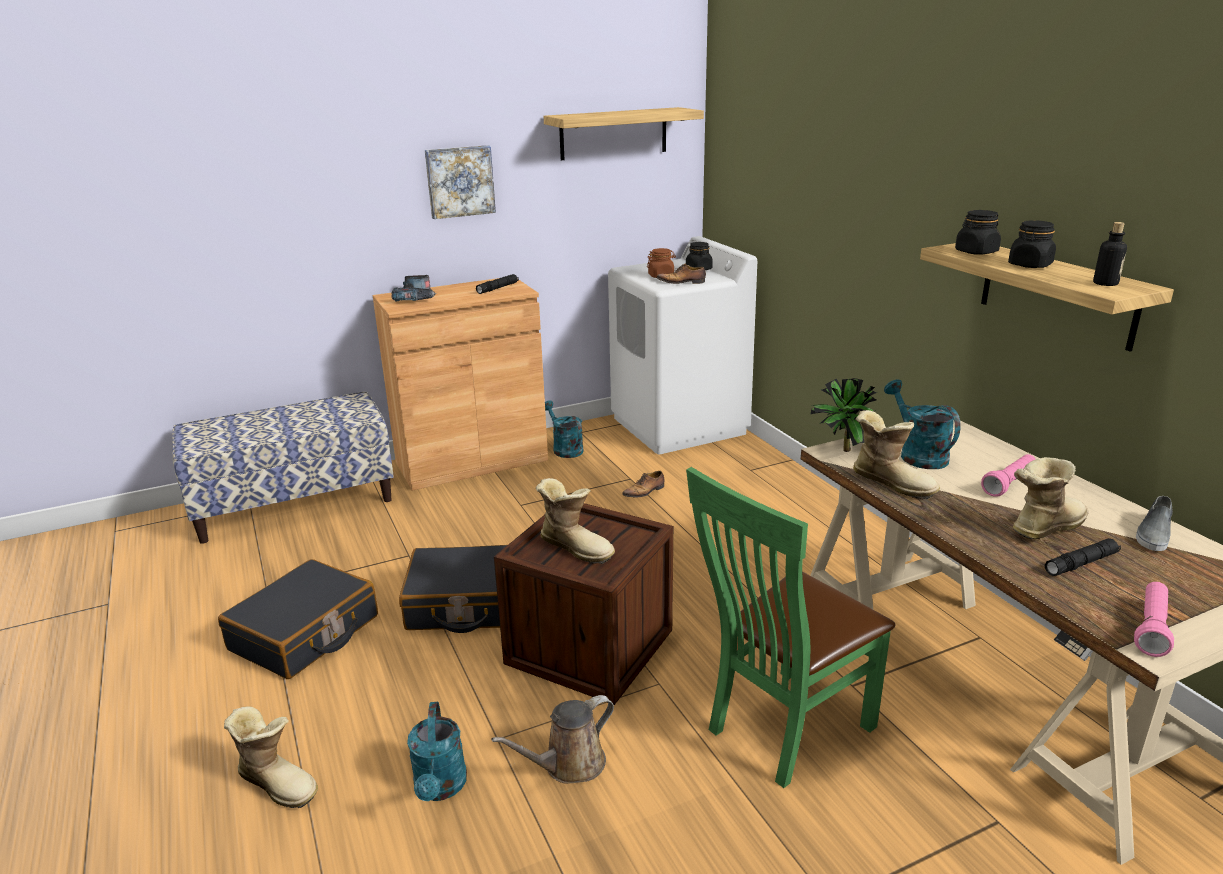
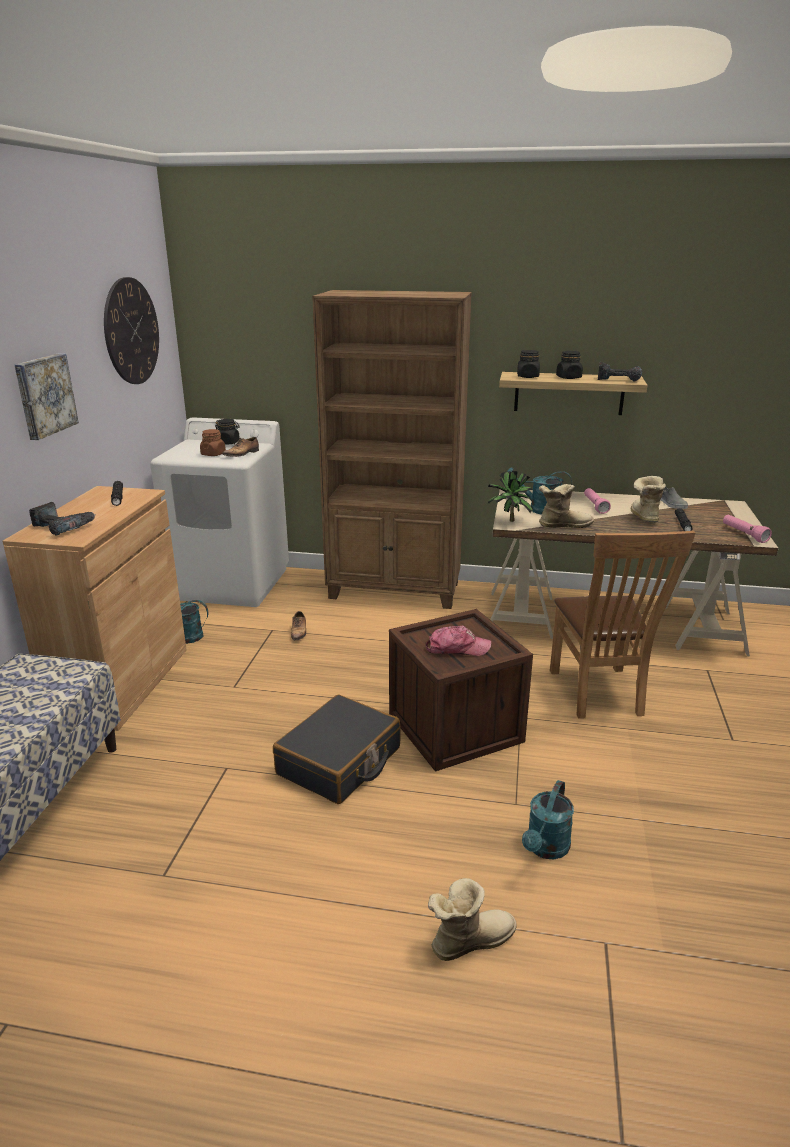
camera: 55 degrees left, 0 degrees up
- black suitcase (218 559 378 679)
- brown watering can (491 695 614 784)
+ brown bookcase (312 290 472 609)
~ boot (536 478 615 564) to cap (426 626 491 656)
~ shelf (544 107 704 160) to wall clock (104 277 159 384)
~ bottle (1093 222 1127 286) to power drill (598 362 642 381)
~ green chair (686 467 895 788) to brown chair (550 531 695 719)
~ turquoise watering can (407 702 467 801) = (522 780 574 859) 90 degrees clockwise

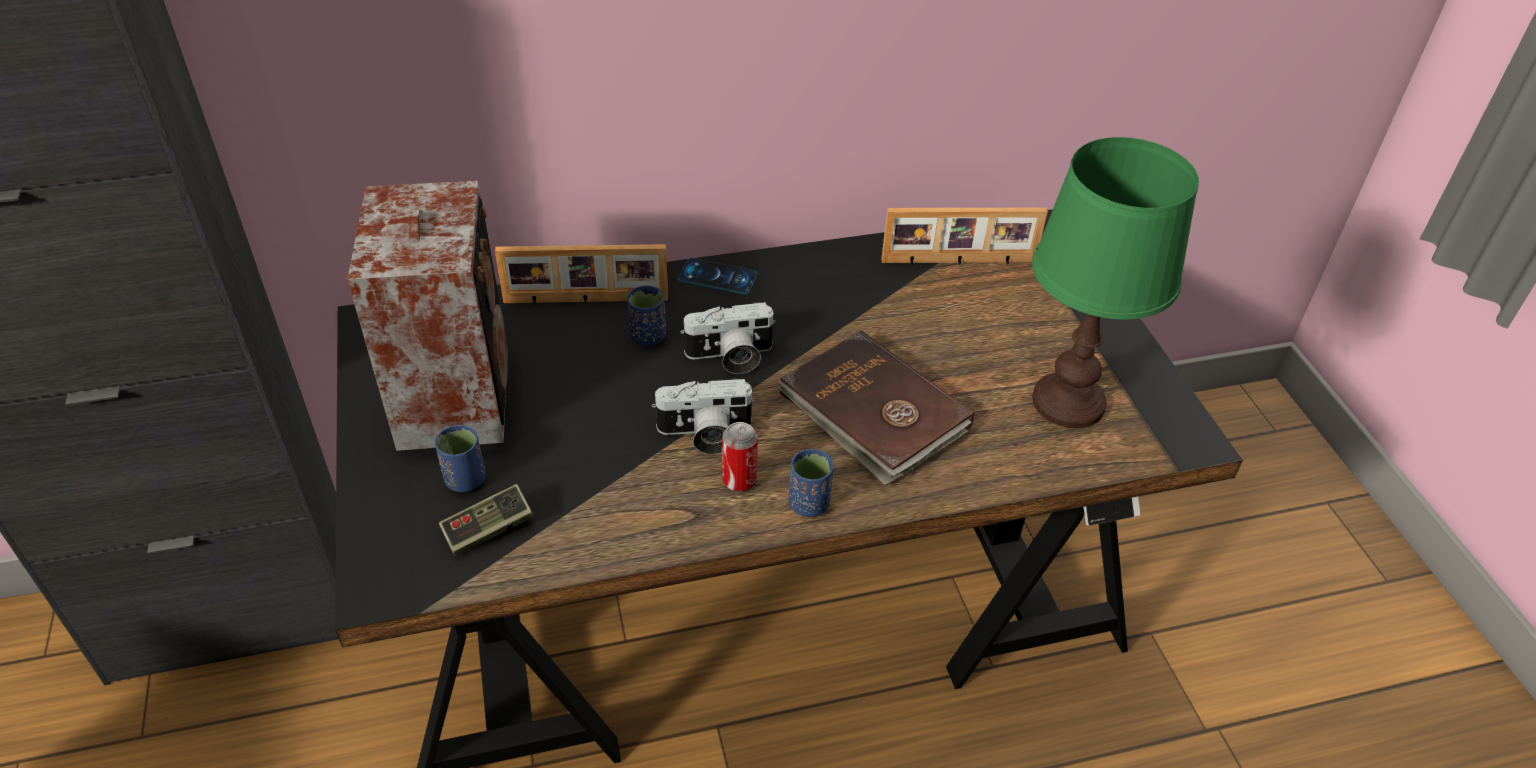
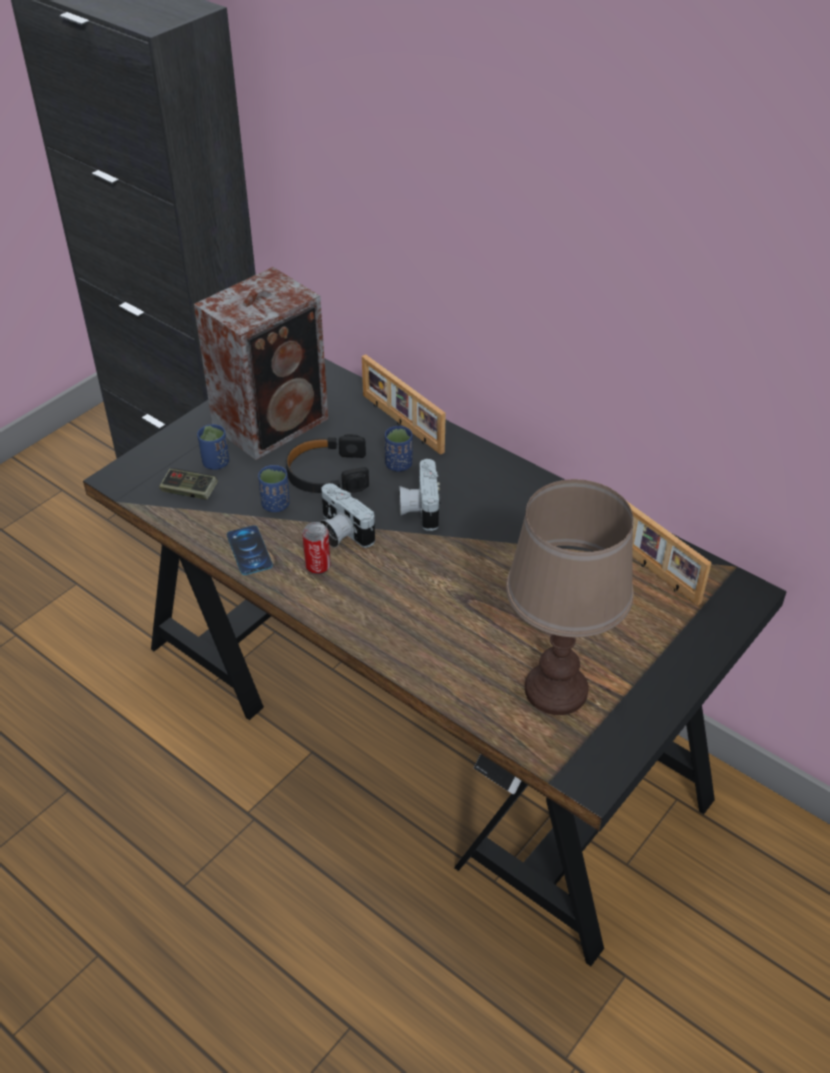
camera: 55 degrees right, 0 degrees up
- brown book (777 330 974 485)
+ black headphones (286 434 369 493)
~ phone (678 258 757 294) to (227 525 273 575)
~ blue cup (789 449 834 517) to (258 465 289 512)
~ green table lamp (1032 137 1199 428) to brown table lamp (506 479 633 715)
~ photo camera (680 302 776 374) = (399 459 441 531) 45 degrees clockwise

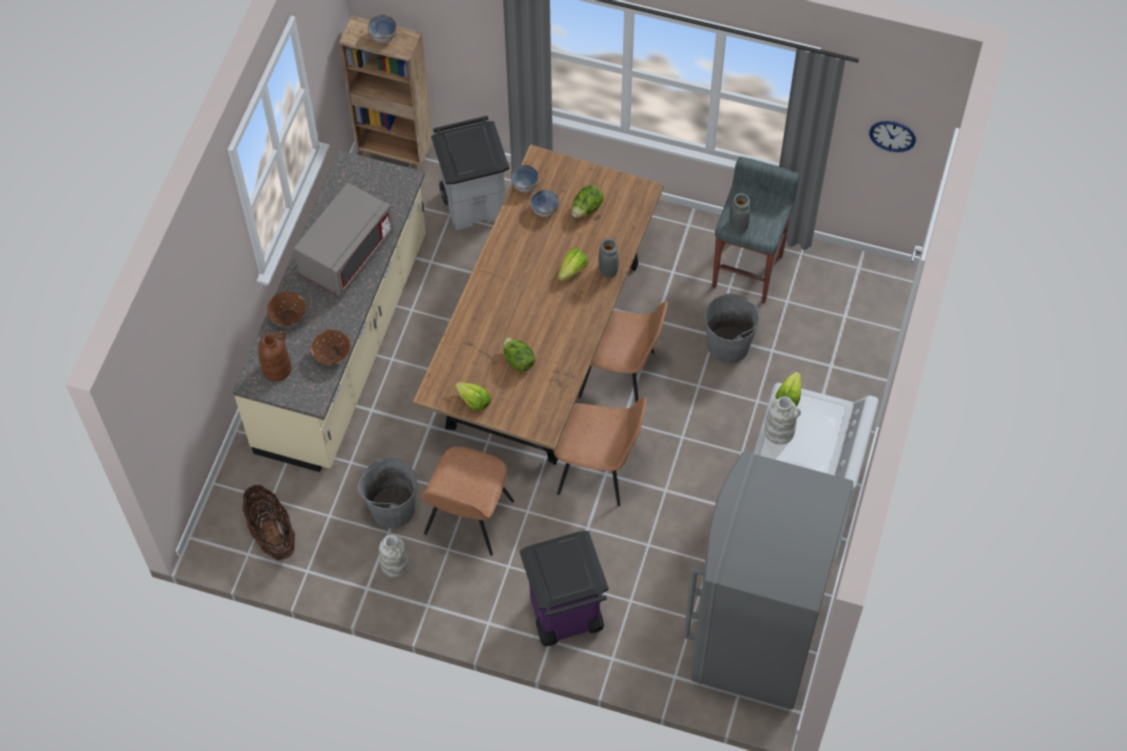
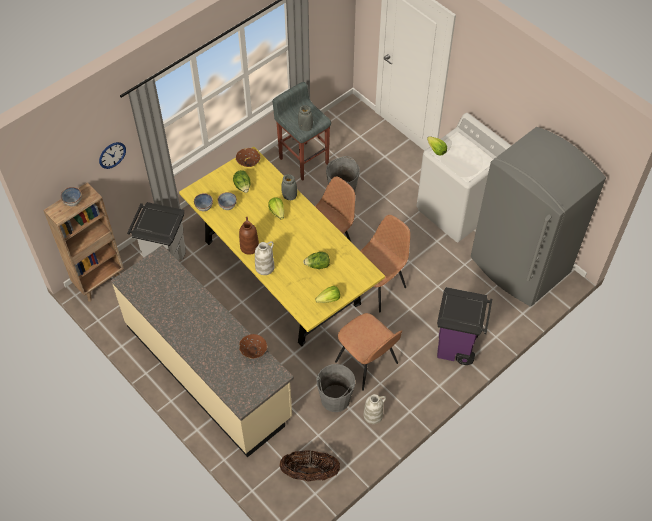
camera: 60 degrees left, 5 degrees down
- grey microwave (294 183 394 297)
~ brown vase (258 331 292 381) to (239 217 259 255)
~ brown bowl (267 292 306 326) to (236 148 260 167)
~ white vase (764 396 801 445) to (255 241 275 275)
~ wall clock (869 121 916 152) to (99 142 126 169)
~ brown dining table (413 145 664 465) to yellow dining table (179 147 385 347)

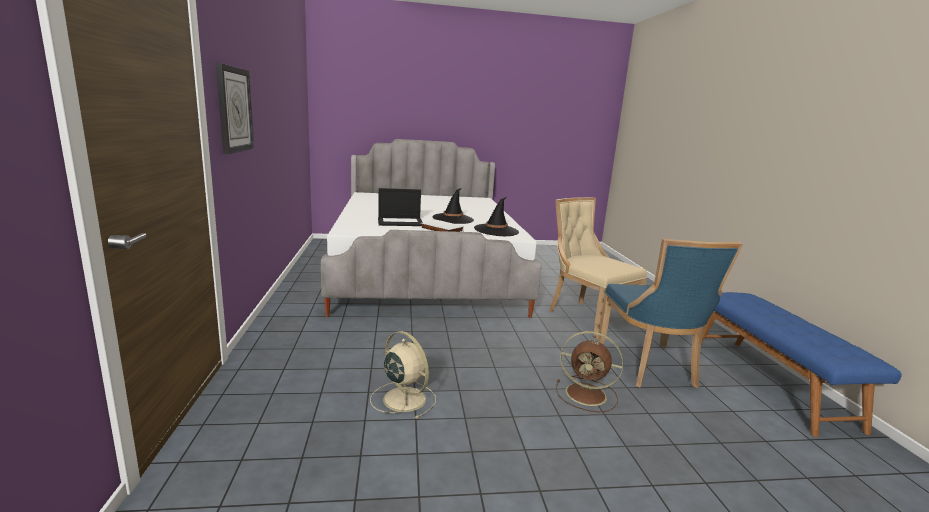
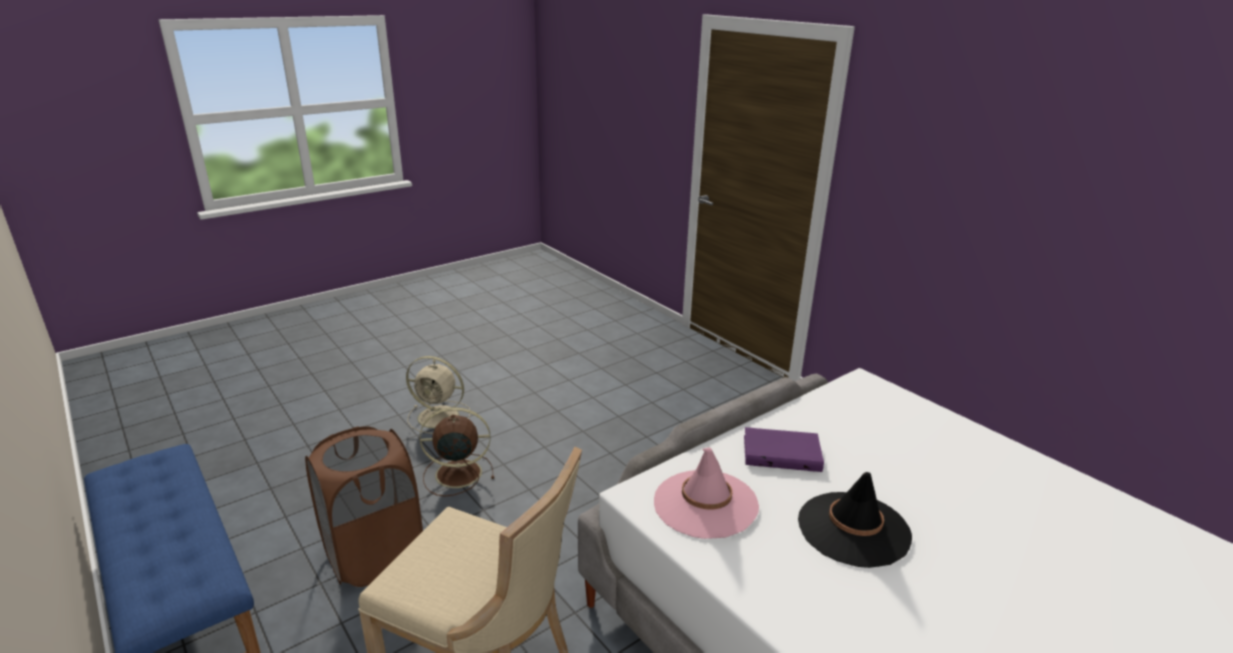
camera: 150 degrees right, 10 degrees up
- wall clock (216 63 254 154)
- laptop (378 188 423 226)
~ beige fan (370 331 436 419) to (406 356 470 434)
~ blue chair (597 239 743 388) to brown laundry basket (305 426 423 587)
~ white book (421 220 464 232) to purple book (744 427 824 472)
~ black hat (474 197 519 236) to pink hat (654 448 759 539)

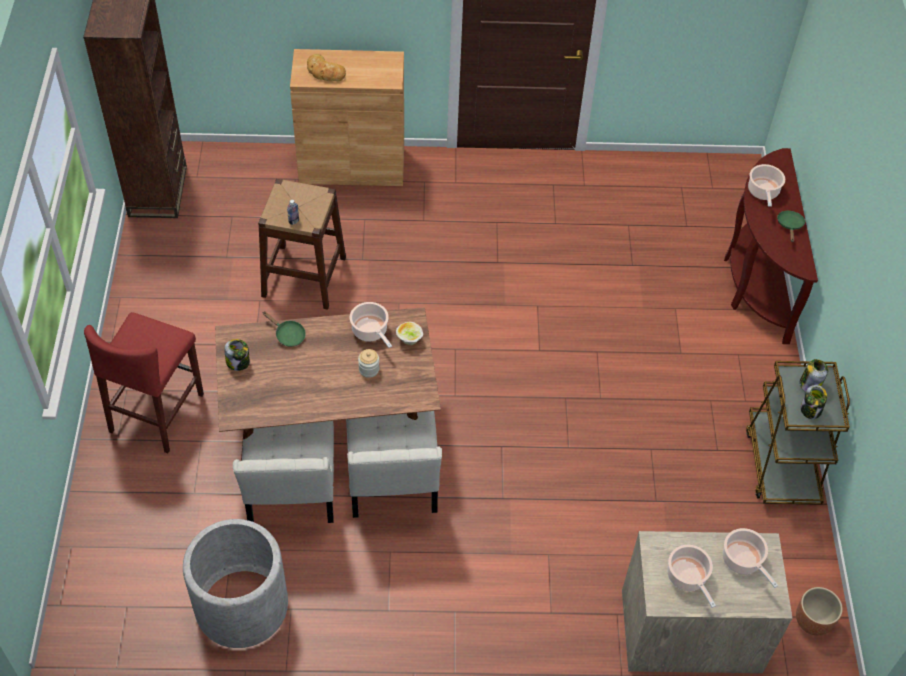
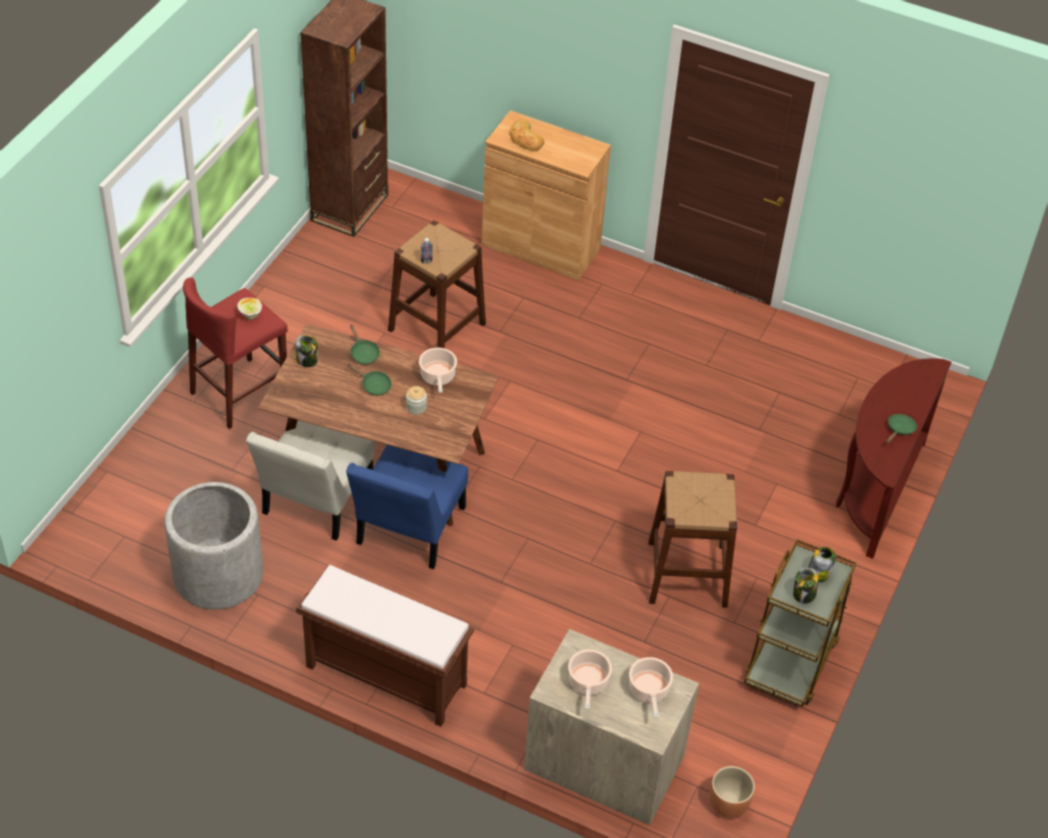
camera: 25 degrees right, 5 degrees down
- cooking pot (748 164 785 207)
+ brown bench (296 565 474 727)
+ green frying pan (347 363 392 395)
+ brown stool (648 471 737 608)
~ bowl (396 322 423 345) to (237 298 262 320)
~ white chair (346 411 442 518) to blue chair (346 445 468 569)

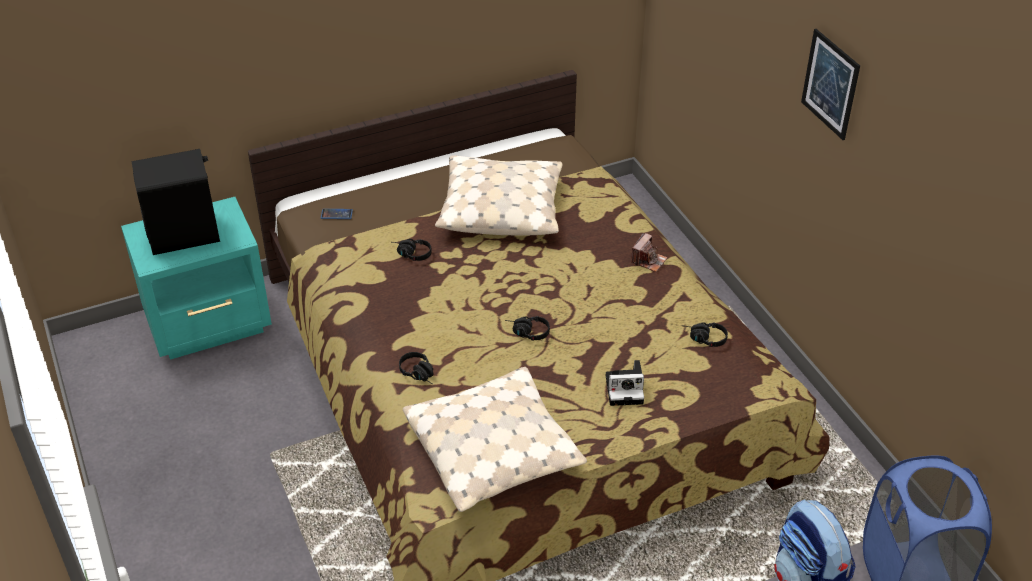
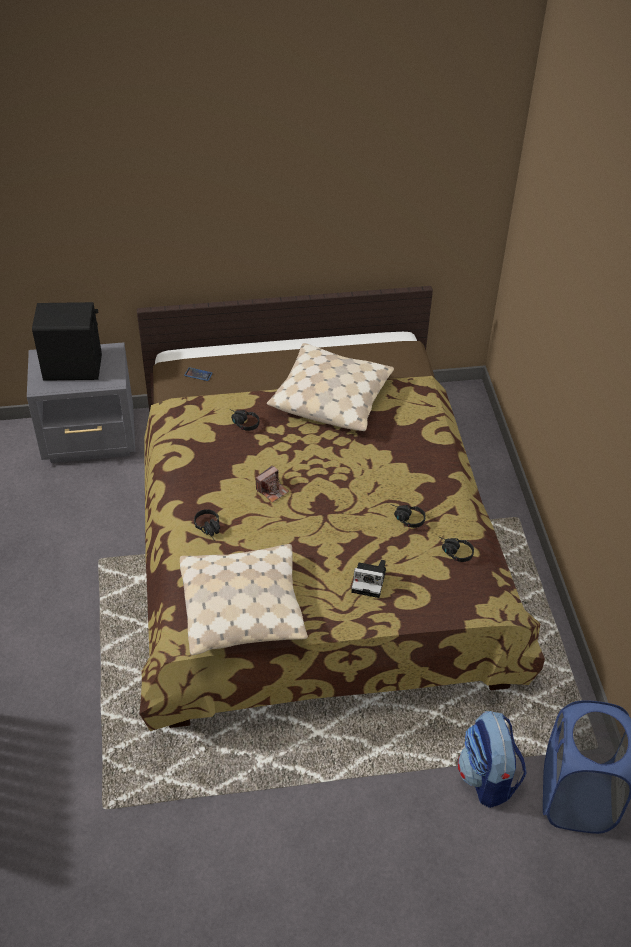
camera: 15 degrees right, 5 degrees up
- picture (801 29 860 140)
~ black headphones (505 316 550 340) to (390 504 425 528)
~ photo camera (631 233 667 272) to (256 465 289 503)
~ turquoise nightstand (121 197 272 360) to grey nightstand (27 342 135 463)

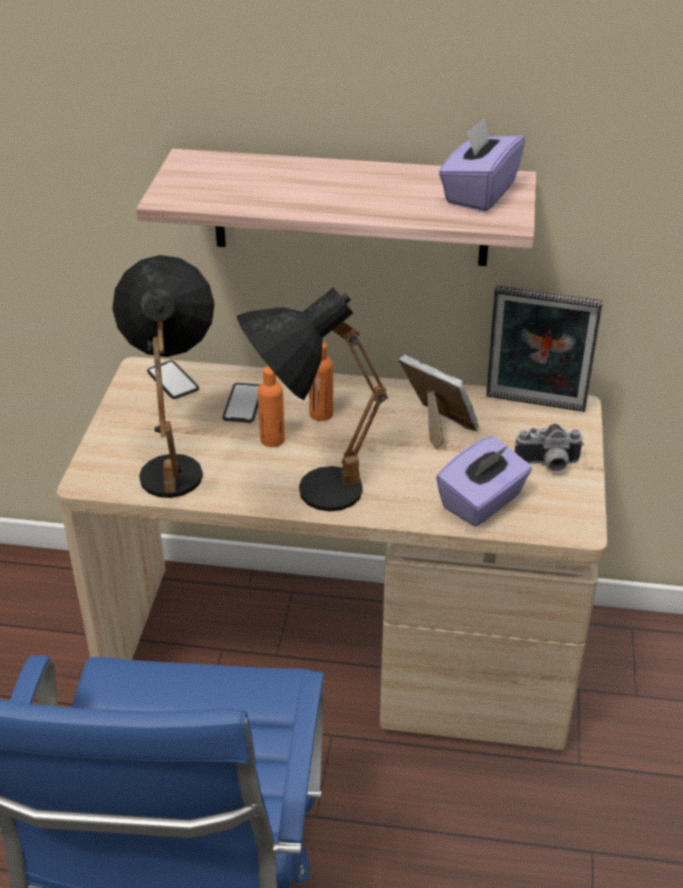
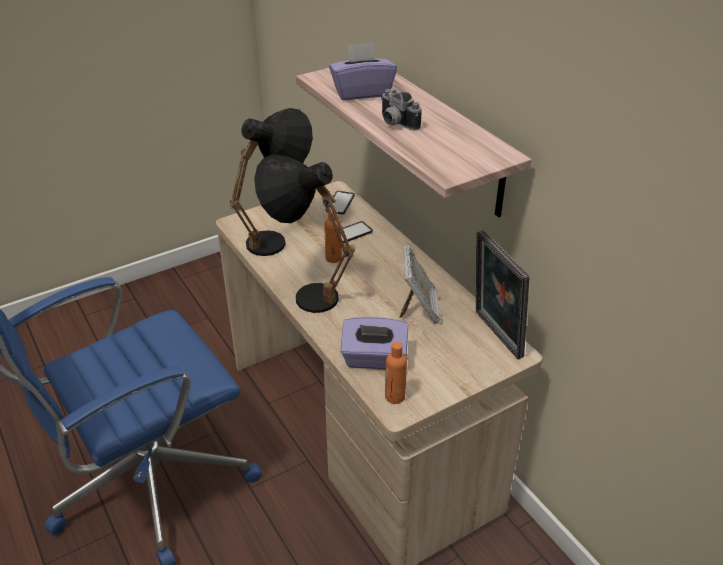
camera: 50 degrees right, 0 degrees up
~ orange bottle (309 342 333 421) to (385 342 407 404)
~ purple tissue box (439 117 525 212) to (329 43 397 100)
~ photo camera (515 424 584 472) to (381 89 422 131)

